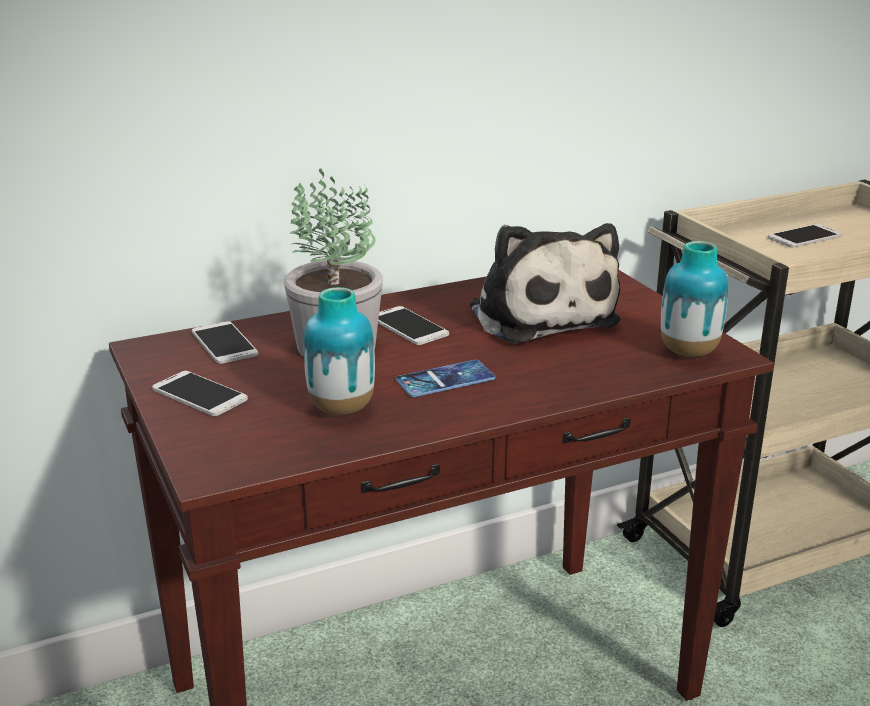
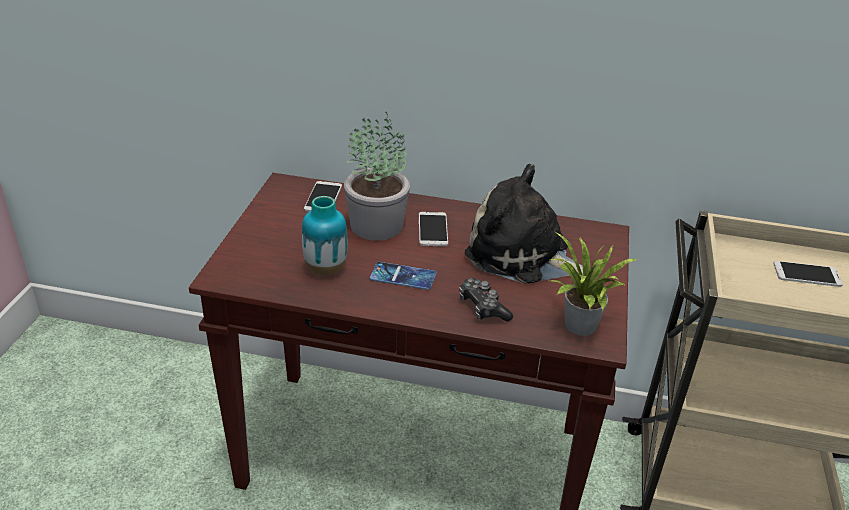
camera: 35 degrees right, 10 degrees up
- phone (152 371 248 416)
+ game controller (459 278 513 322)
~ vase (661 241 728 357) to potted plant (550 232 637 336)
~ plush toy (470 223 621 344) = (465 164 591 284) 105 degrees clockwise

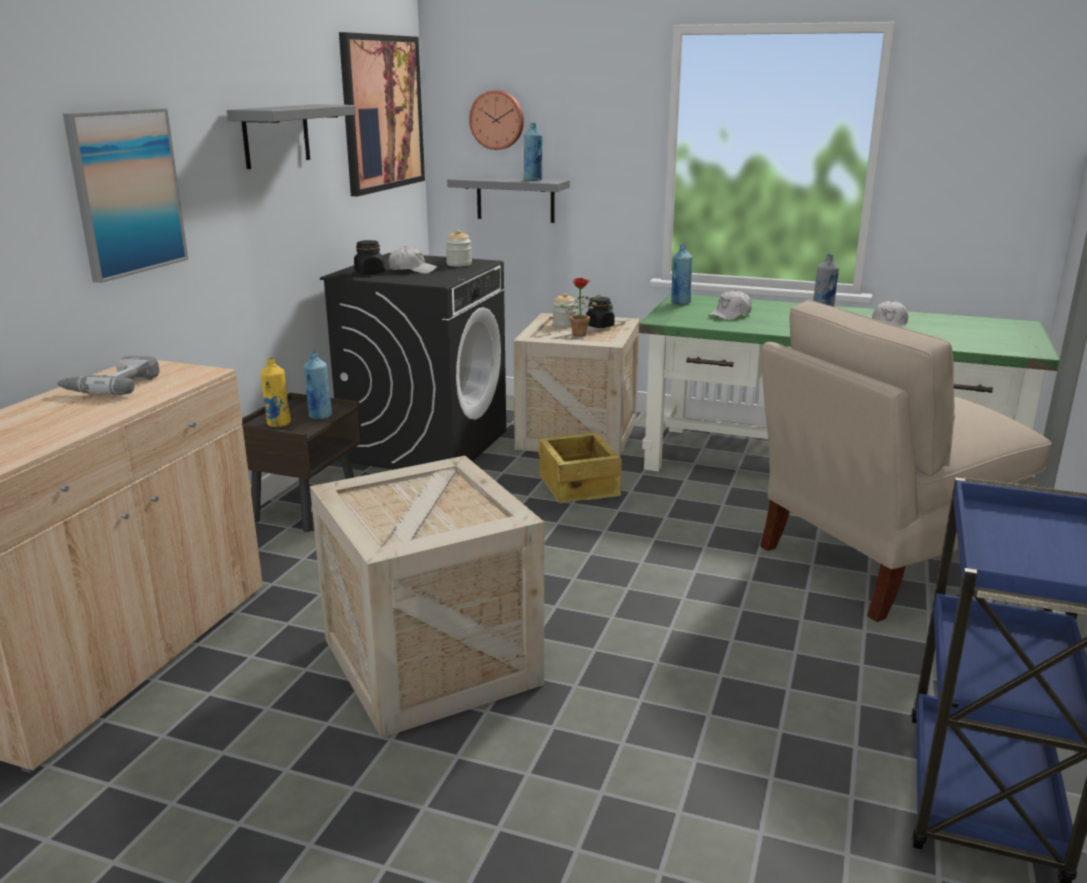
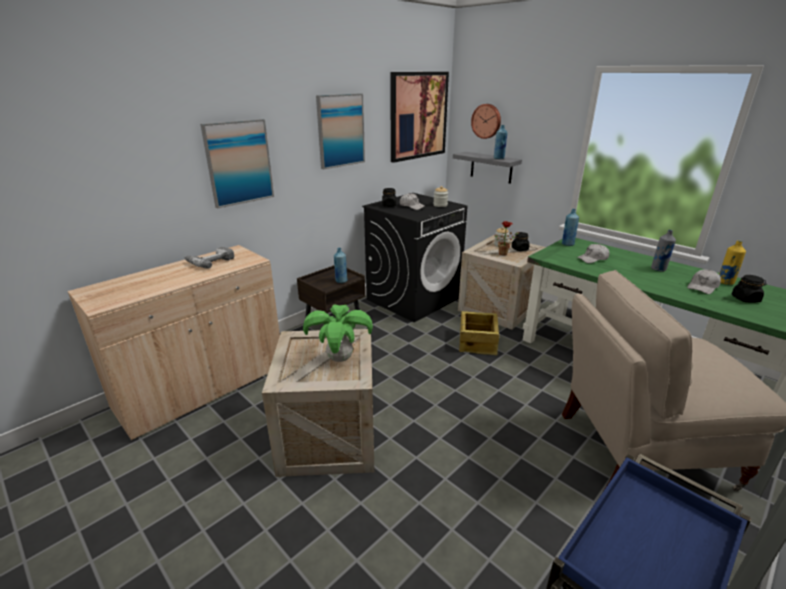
camera: 25 degrees right, 5 degrees up
+ potted plant (303 304 373 362)
+ black jar (732 275 766 303)
~ yellow bottle (260 357 291 427) to (719 240 746 285)
~ grey shelf (227 104 356 169) to picture (316 93 365 169)

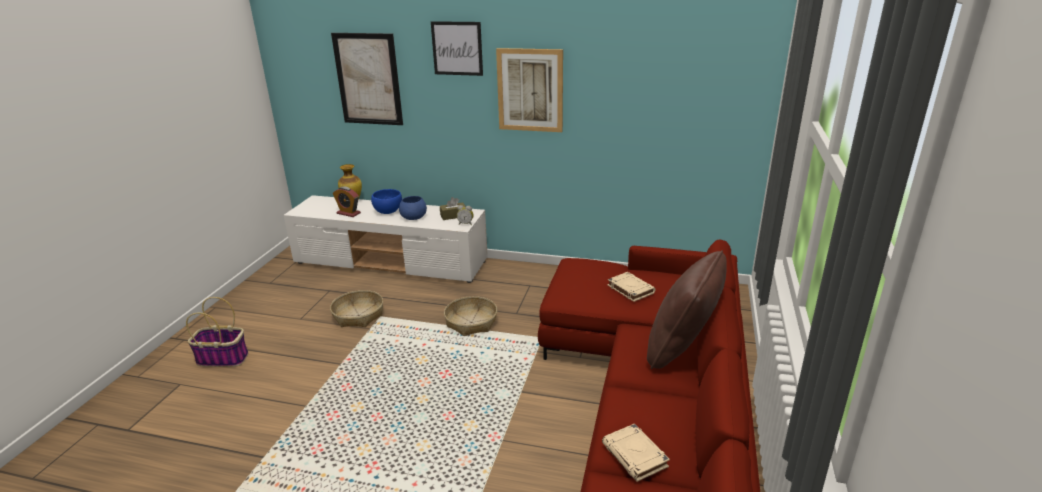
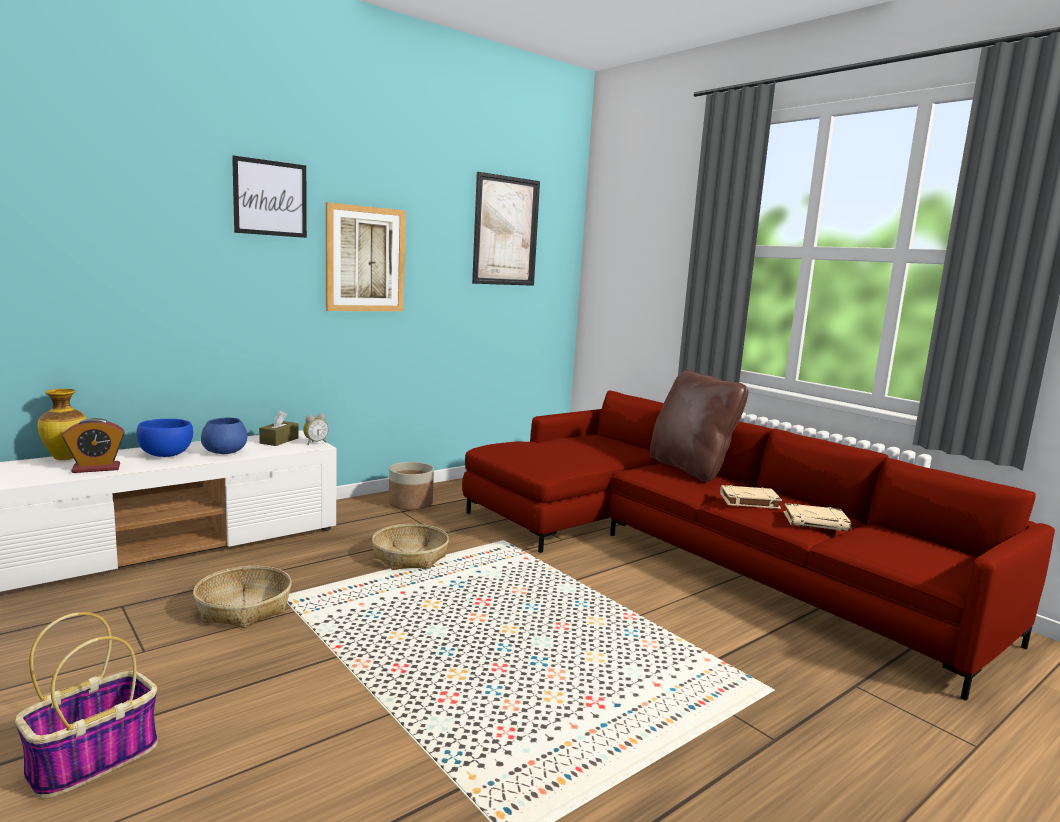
camera: 55 degrees left, 15 degrees down
+ planter (389 462 434 510)
~ picture (331 33 403 125) to (472 172 540 286)
~ beige book (607 272 655 302) to (720 485 782 509)

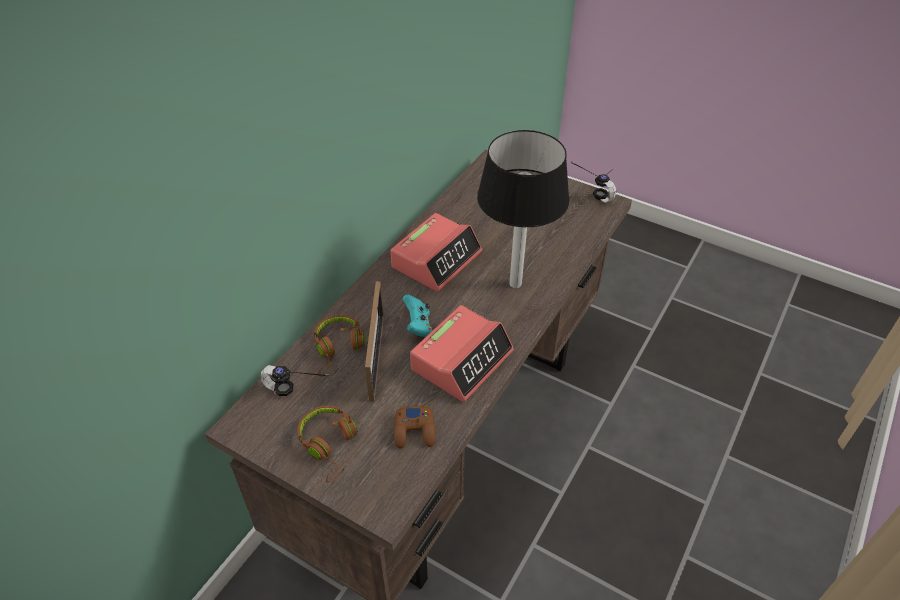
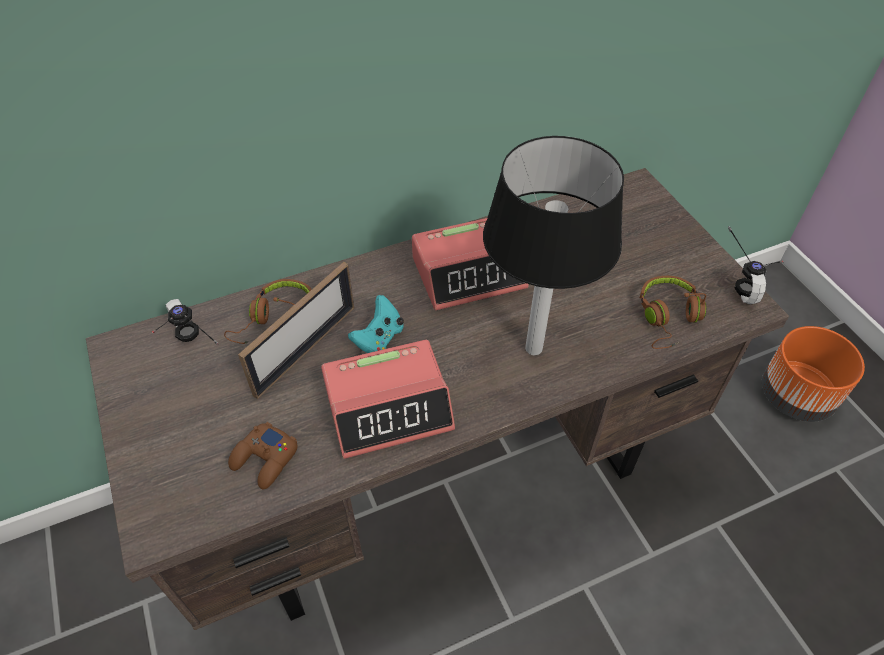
camera: 35 degrees right, 5 degrees up
+ orange planter (762 326 865 422)
~ brown headphones (297 405 357 482) to (640 276 706 349)

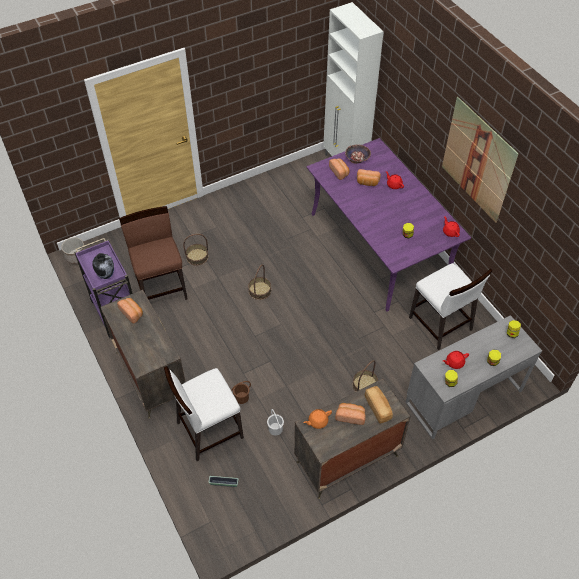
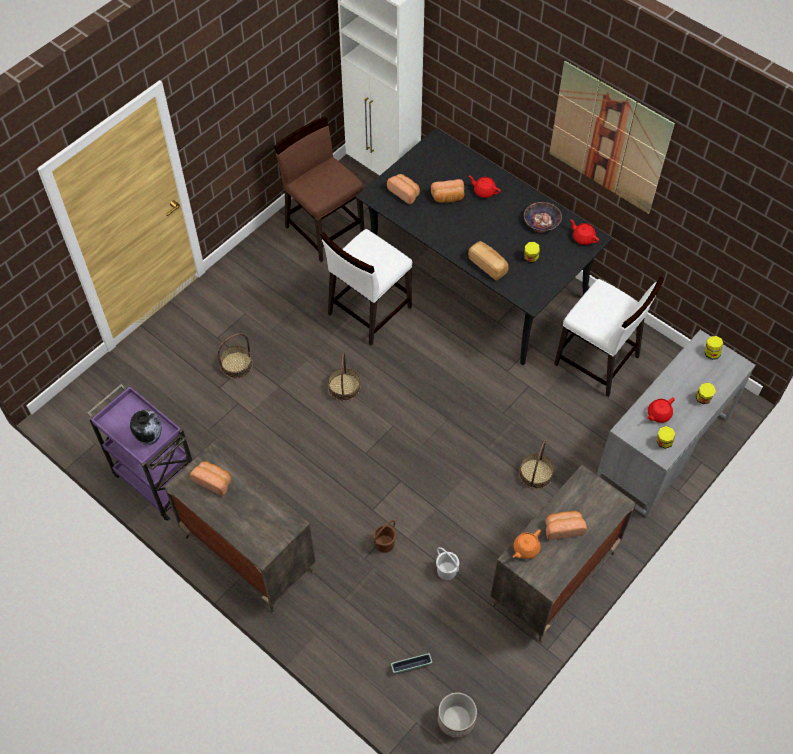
camera: 20 degrees left, 5 degrees up
~ planter (61 237 85 264) to (438 692 477 738)
~ brown chair (119 206 188 300) to (274 117 364 262)
~ white chair (164 366 244 461) to (320 229 412 346)
~ bowl (345 145 371 164) to (524 202 562 233)
~ bread (365 386 393 424) to (468 241 508 281)
~ purple dining table (307 138 471 312) to black dining table (356 128 612 365)

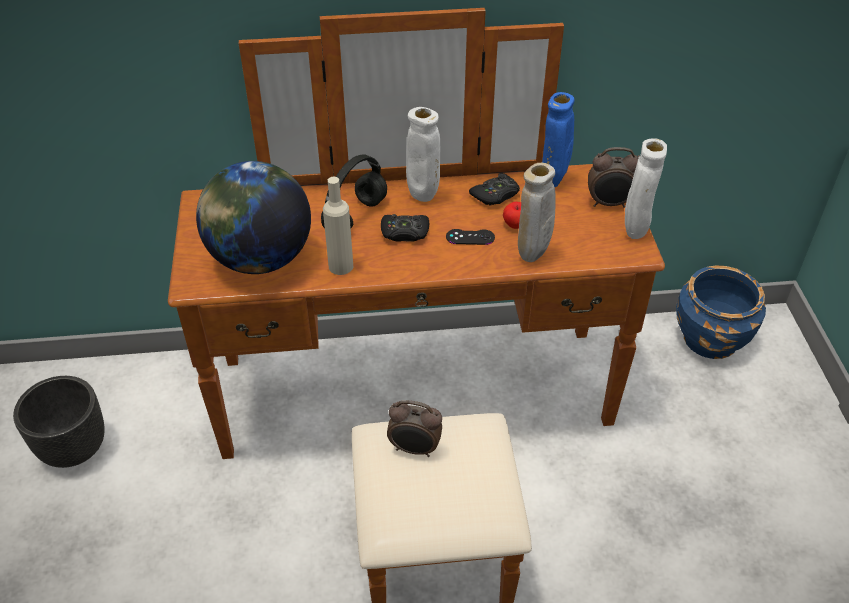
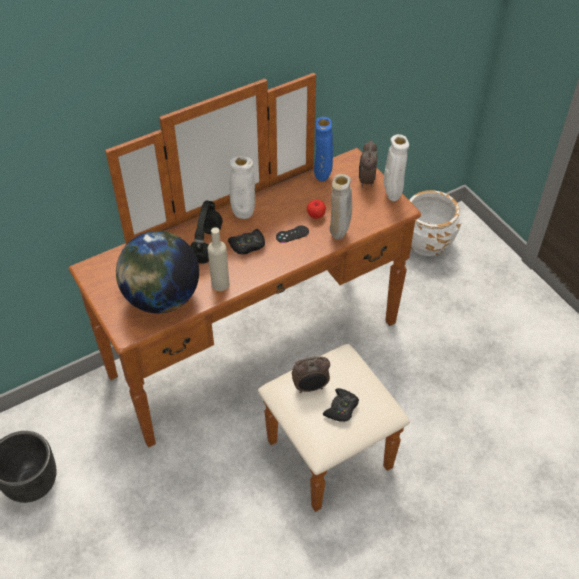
camera: 25 degrees left, 5 degrees up
~ black game controller (469 173 520 206) to (323 388 359 422)
~ blue planter (676 265 766 359) to white planter (409 190 462 256)
~ alarm clock (588 147 640 208) = (359 140 378 188) 120 degrees clockwise

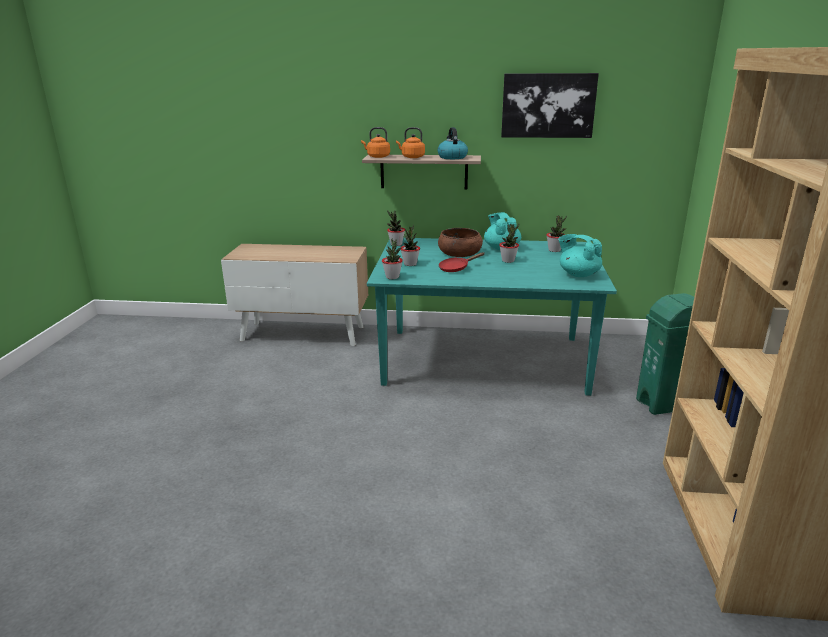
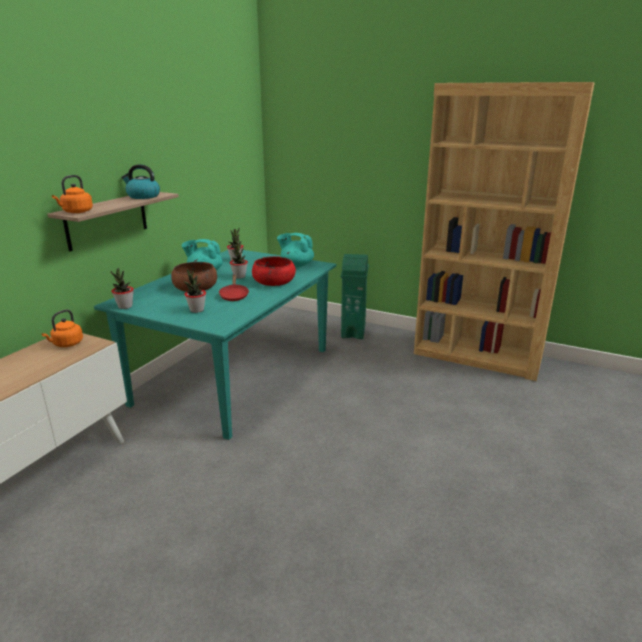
camera: 70 degrees left, 0 degrees up
- potted plant (382 238 403 279)
- picture (501 73 599 138)
+ red bowl (252 256 296 286)
~ orange kettle (396 127 425 158) to (42 309 83 347)
~ turquoise teapot (558 234 602 277) = (277 233 314 267) 45 degrees clockwise

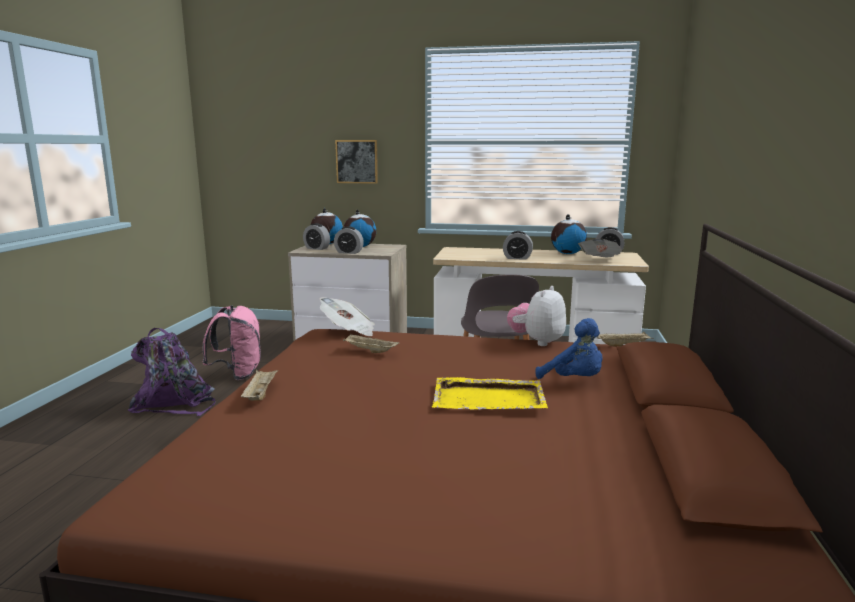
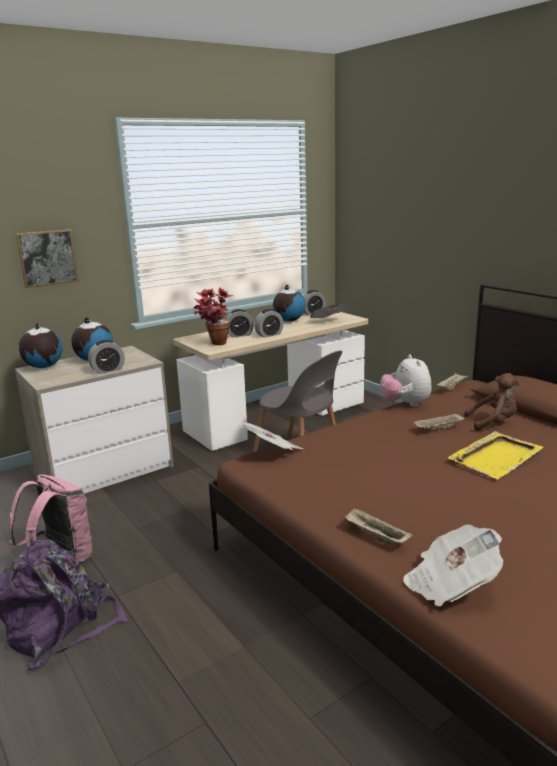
camera: 45 degrees left, 5 degrees up
+ potted plant (194 288 233 345)
+ newspaper (403 524 504 607)
~ alarm clock (303 223 330 250) to (225 309 254 337)
~ beige tray (343 334 399 353) to (414 413 464 430)
~ blue plush toy (535 318 603 379) to brown plush toy (464 373 520 431)

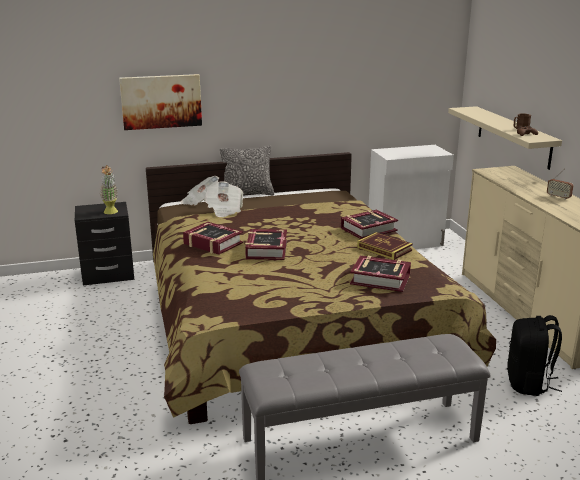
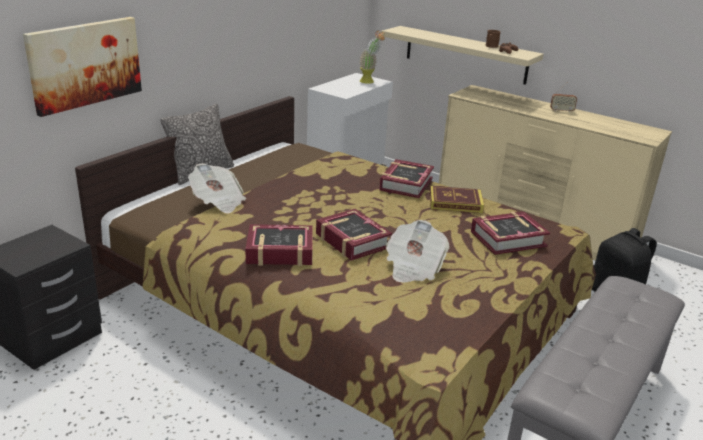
camera: 40 degrees left, 5 degrees up
~ potted plant (99 165 118 214) to (360 31 385 84)
~ newspaper (181 176 219 206) to (385 220 449 282)

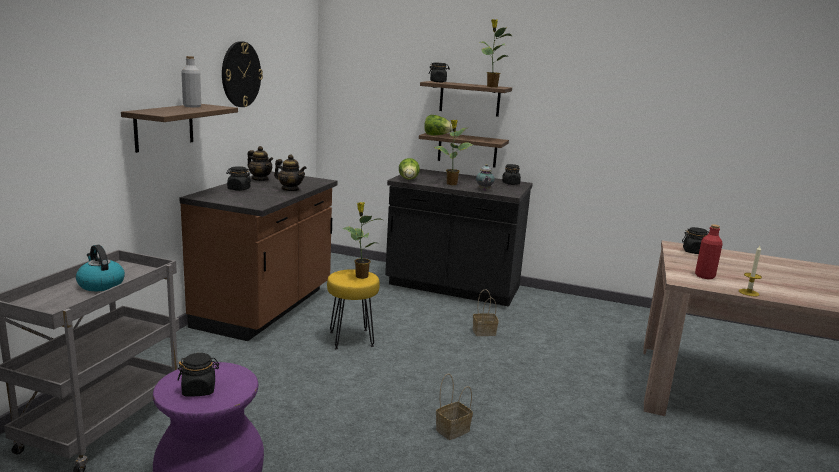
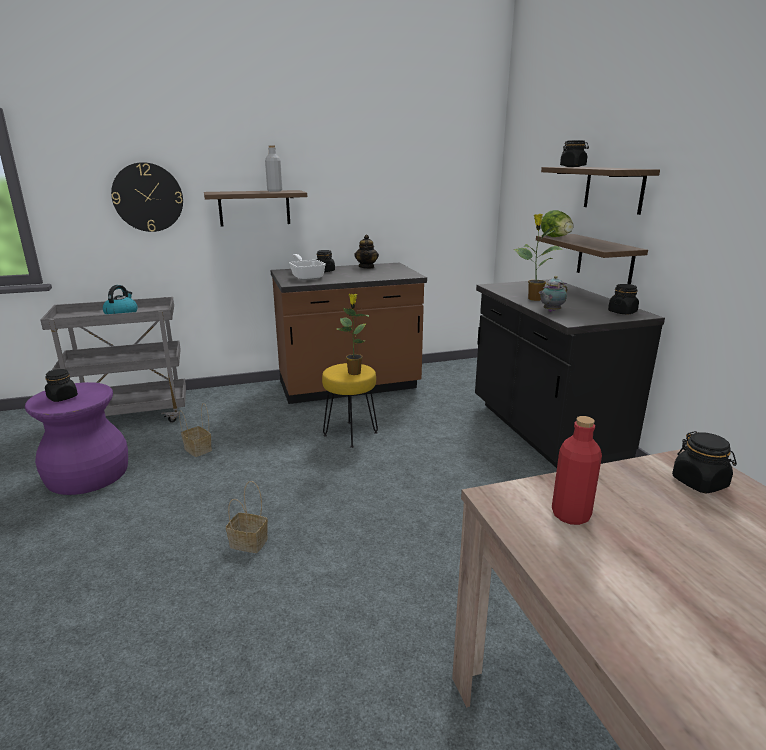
camera: 55 degrees right, 5 degrees up
- teapot (274 155 307 191)
- lettuce (399 158 419 179)
- potted plant (480 19 512 87)
- candle (739 246 762 297)
+ frying pan (289 254 326 280)
~ wall clock (222 41 263 107) to (111 162 183 232)
~ basket (473 289 499 336) to (179 403 212 457)

